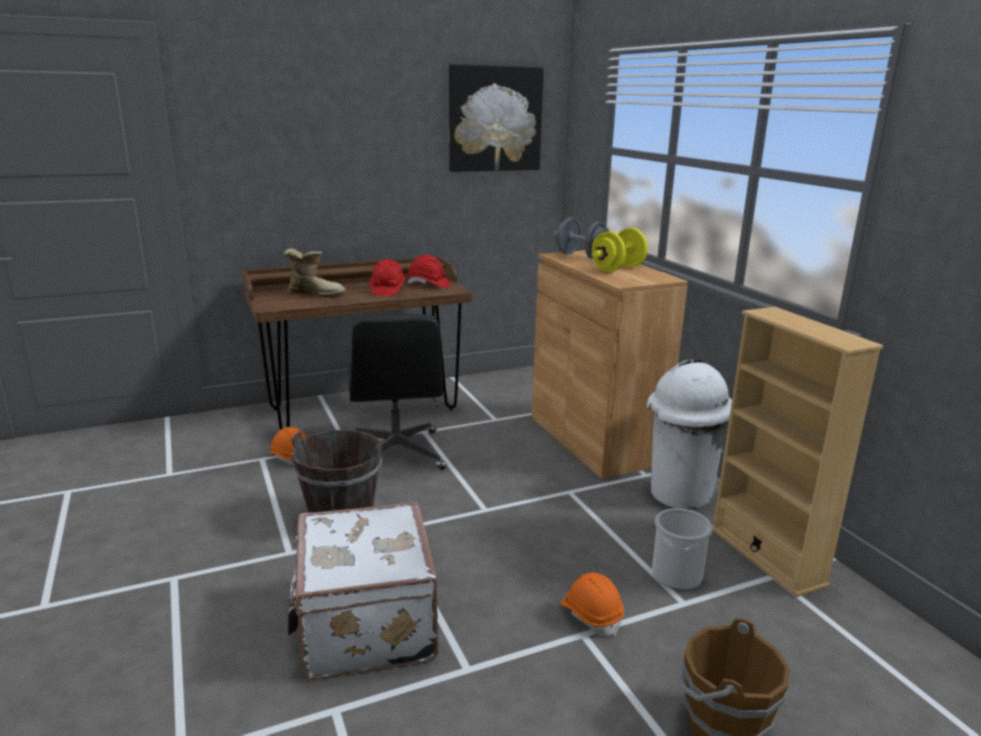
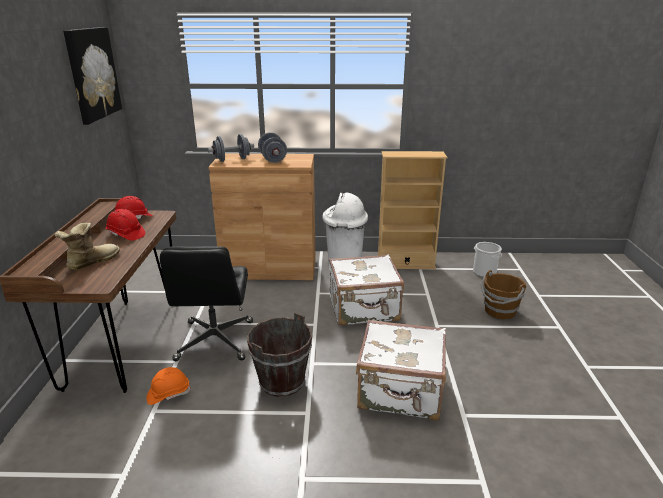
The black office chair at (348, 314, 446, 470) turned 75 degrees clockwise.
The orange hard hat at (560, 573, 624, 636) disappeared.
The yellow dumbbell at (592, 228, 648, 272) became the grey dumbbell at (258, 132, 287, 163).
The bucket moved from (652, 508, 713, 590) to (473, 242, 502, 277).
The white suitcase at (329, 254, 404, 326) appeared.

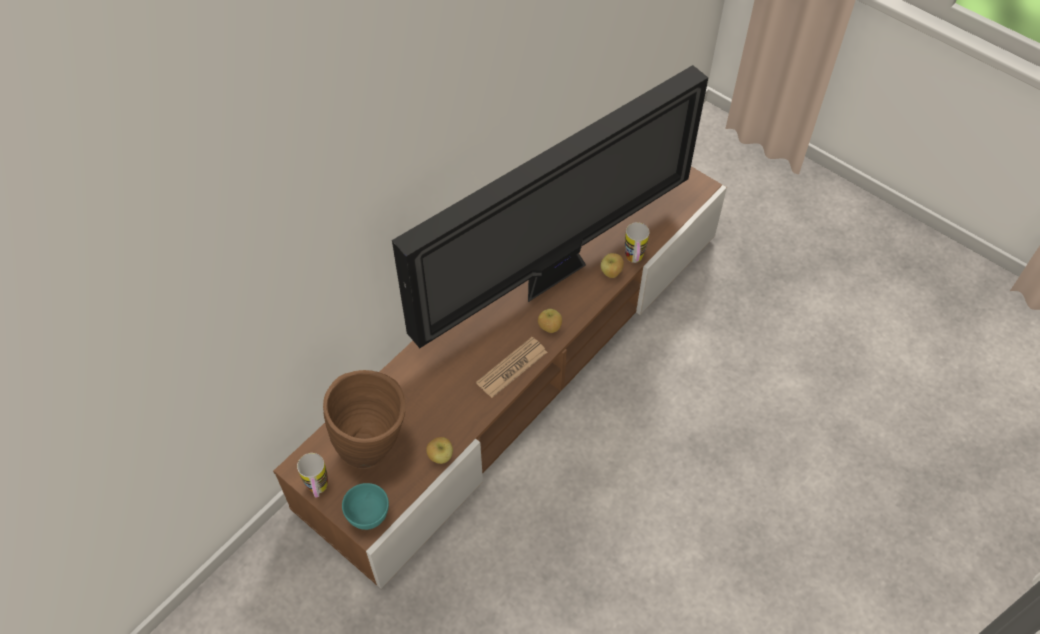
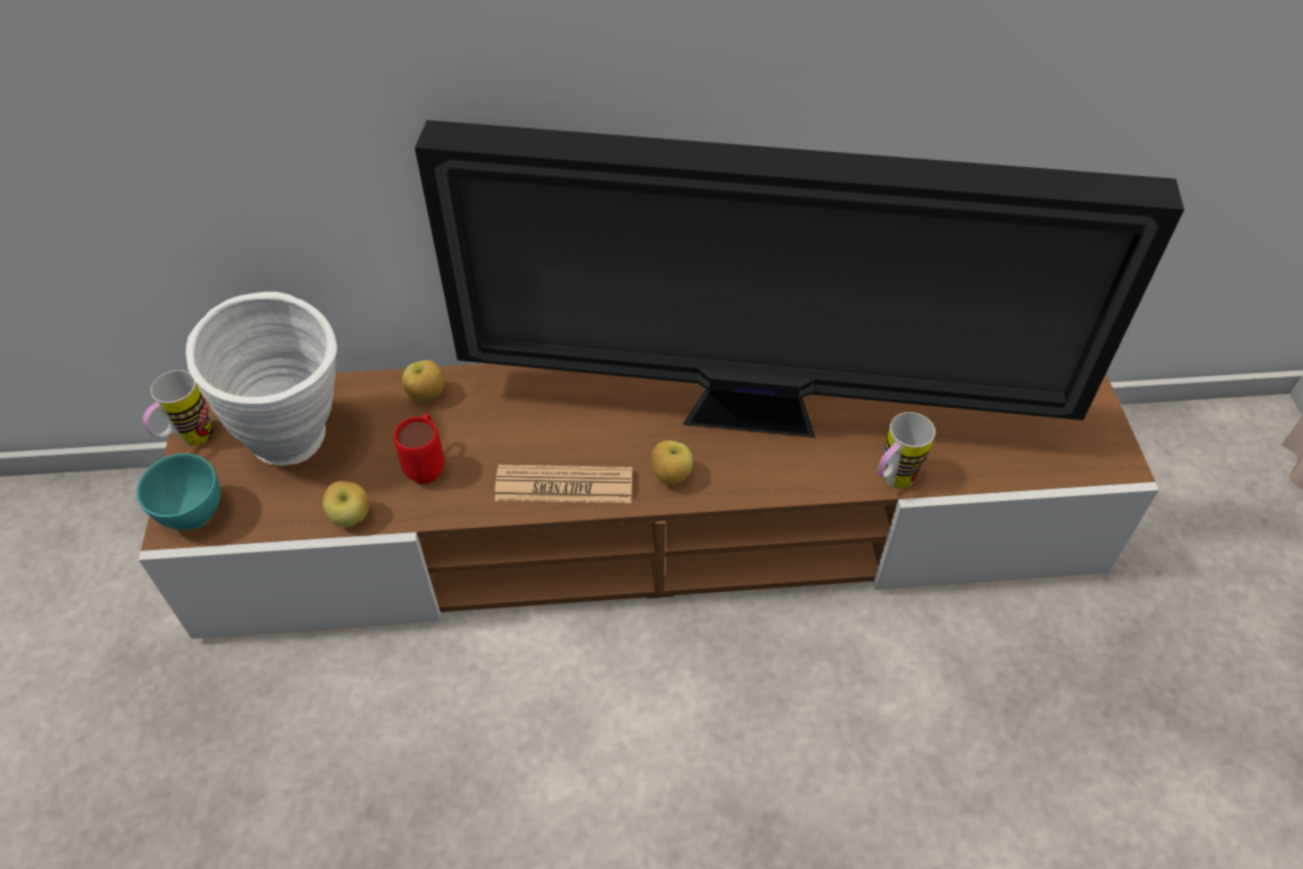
The brown vase at (323, 370, 406, 469) became the white vase at (186, 292, 337, 466).
The apple moved from (601, 253, 624, 278) to (402, 360, 444, 402).
The red mug at (394, 414, 445, 484) appeared.

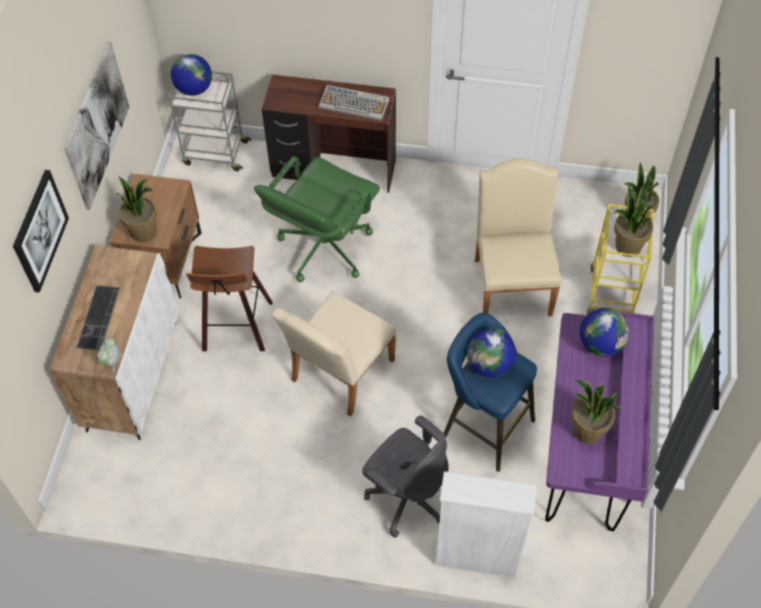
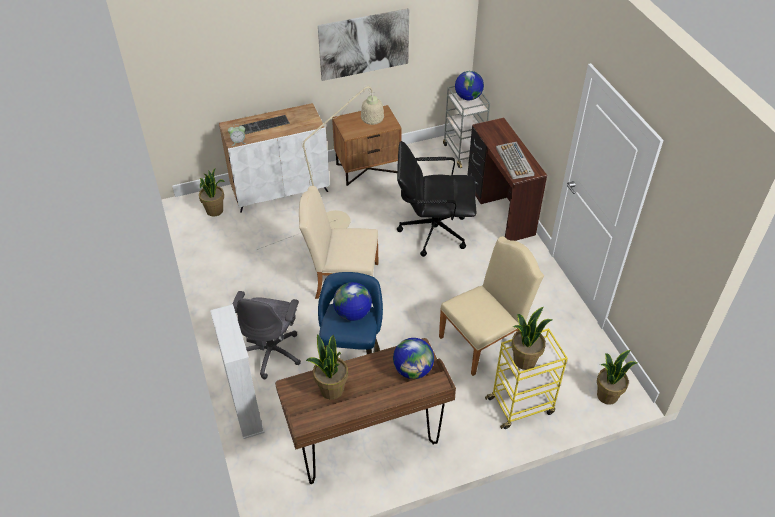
The picture at (13, 170, 69, 293) disappeared.
The potted plant moved from (115, 177, 157, 242) to (199, 168, 225, 217).
The stool at (186, 246, 273, 351) was replaced by the beige floor lamp at (256, 85, 384, 250).
The green office chair at (254, 156, 380, 282) became the black office chair at (397, 141, 476, 257).
The purple desk at (545, 311, 655, 531) became the brown desk at (275, 338, 456, 484).

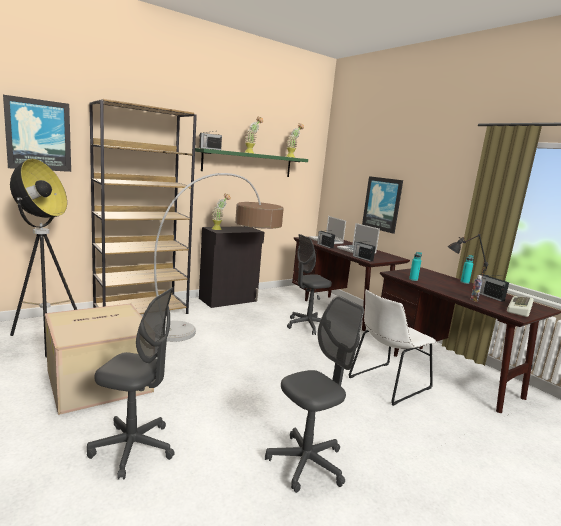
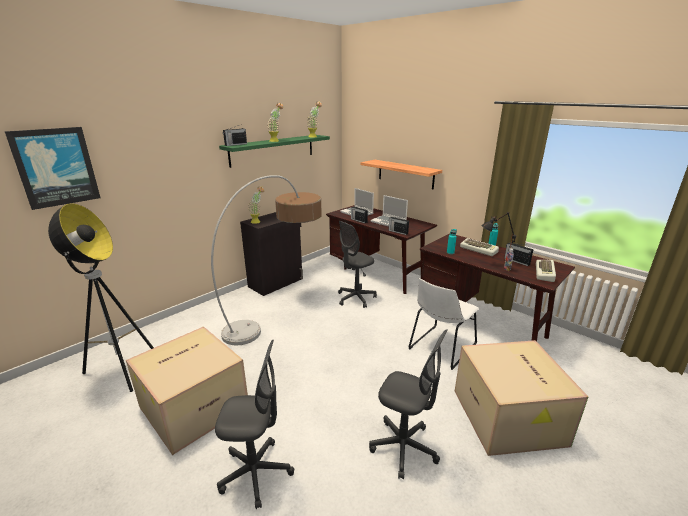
The brown bookcase at (89, 99, 197, 314) disappeared.
The grey office chair at (265, 296, 364, 493) turned 75 degrees clockwise.
The picture at (362, 176, 403, 234) was replaced by the shelf at (361, 160, 442, 189).
The cardboard box at (455, 340, 588, 456) appeared.
The keyboard at (460, 238, 499, 256) appeared.

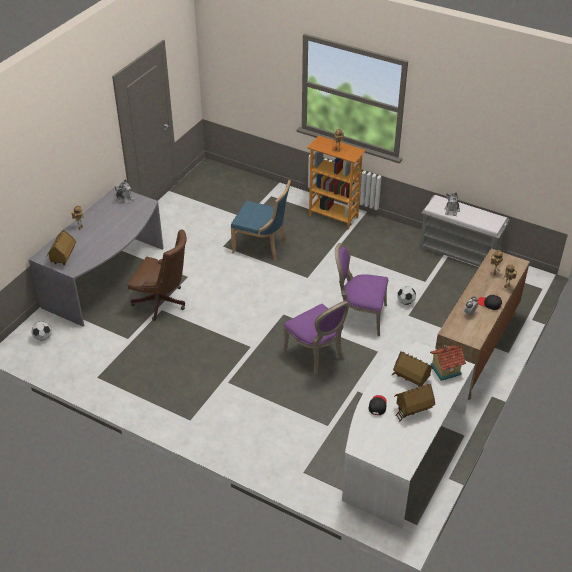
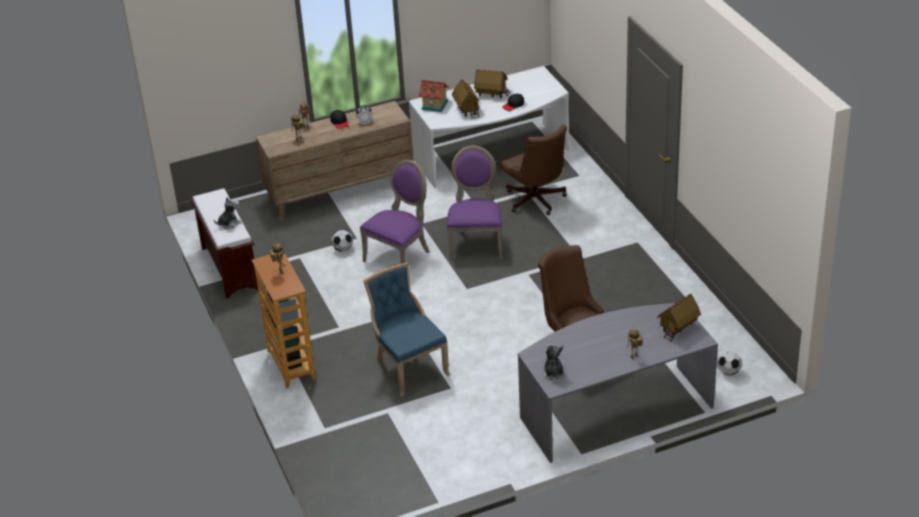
The purple chair at (335, 243, 388, 336) turned 105 degrees counterclockwise.
The grey bench at (419, 195, 510, 267) became the brown bench at (191, 188, 258, 298).
The brown office chair at (500, 124, 567, 215) appeared.

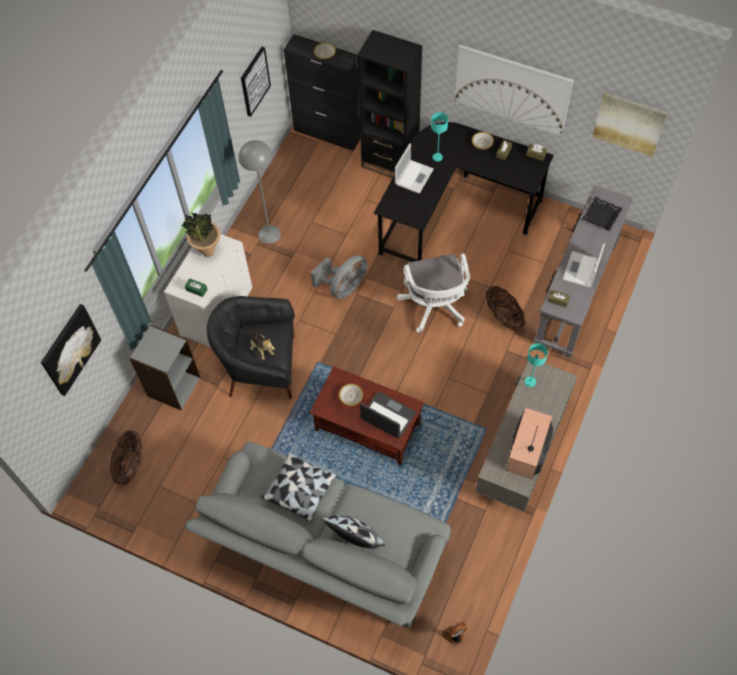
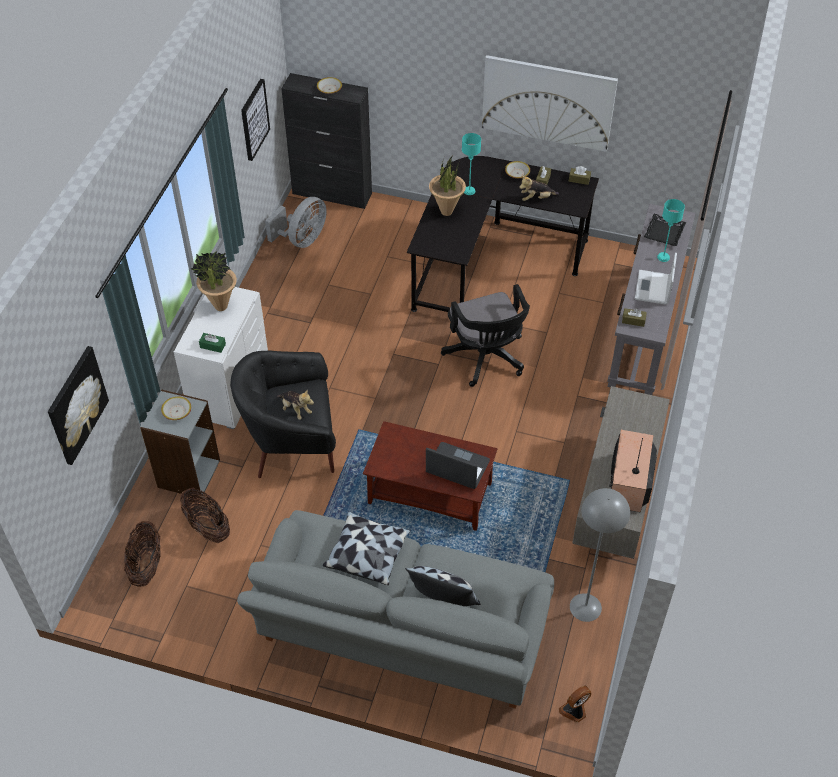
The grey floor lamp moved from (239, 140, 281, 244) to (570, 488, 630, 622).
The grey fan moved from (311, 255, 368, 299) to (265, 197, 327, 248).
The bowl moved from (339, 384, 363, 406) to (161, 396, 191, 420).
The black bookcase at (357, 30, 422, 178) disappeared.
The laptop at (395, 143, 434, 194) was replaced by the potted plant at (429, 154, 466, 216).
The white office chair at (397, 253, 470, 333) became the black office chair at (441, 284, 530, 387).
The basket moved from (486, 286, 526, 331) to (180, 488, 230, 543).
The turquoise table lamp moved from (525, 343, 548, 387) to (657, 199, 685, 262).
The picture at (592, 92, 668, 156) disappeared.
The plush toy at (519, 176, 559, 201) appeared.

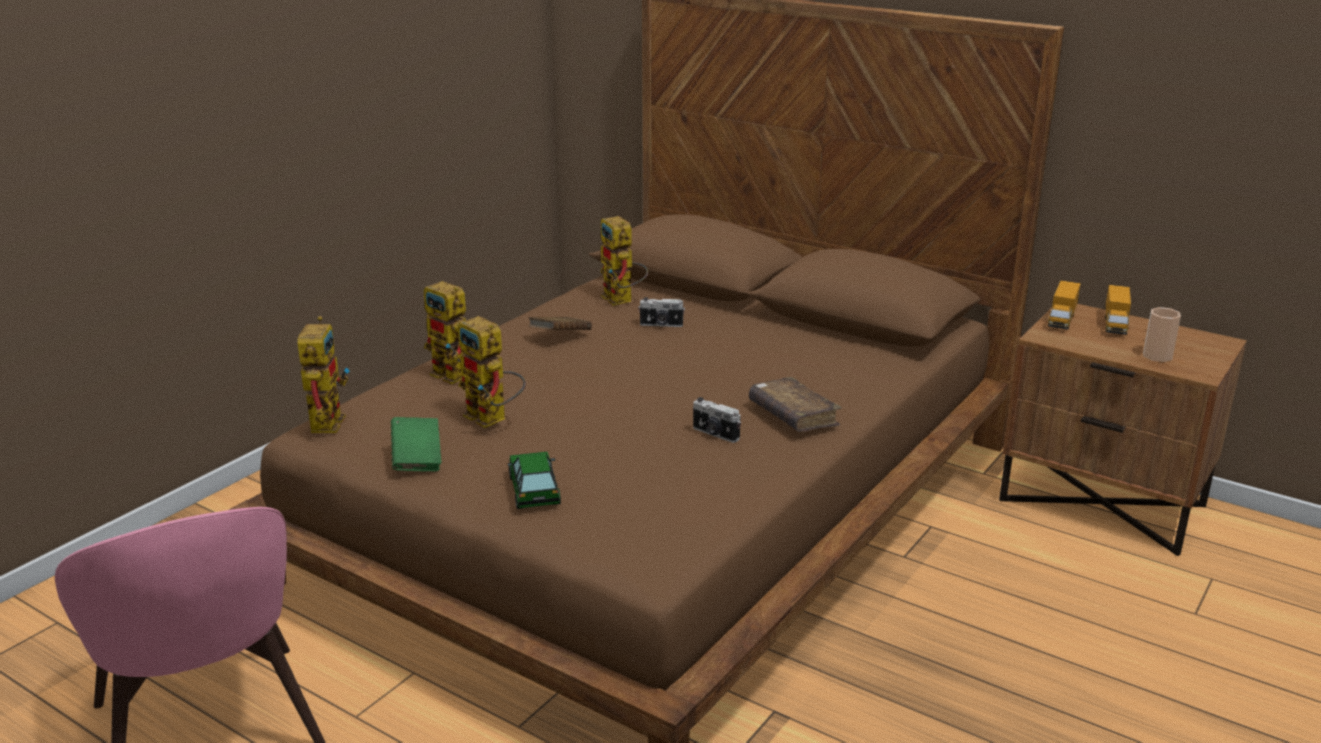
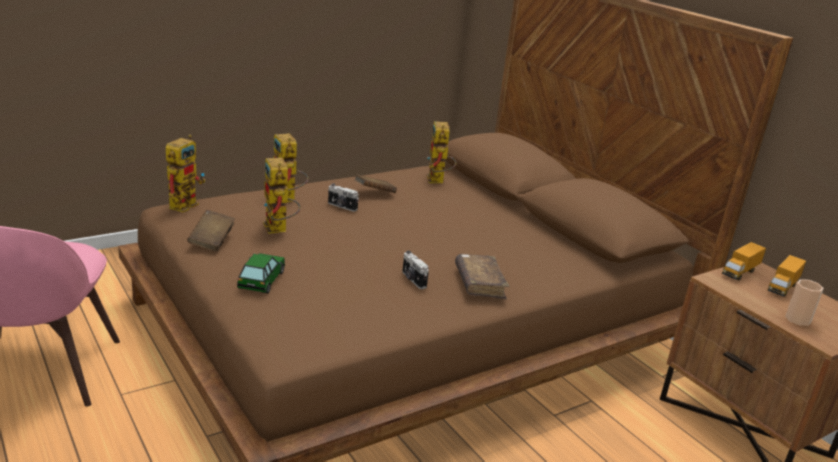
The green book at (391, 417, 441, 472) became the brown book at (187, 210, 235, 251).
The photo camera moved from (638, 297, 685, 327) to (328, 183, 359, 212).

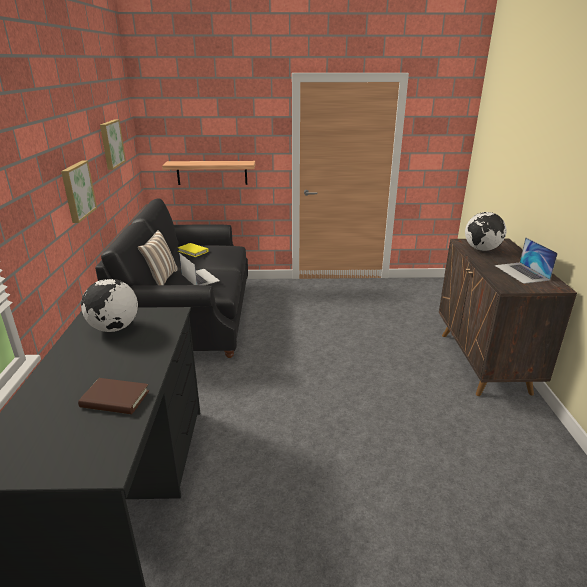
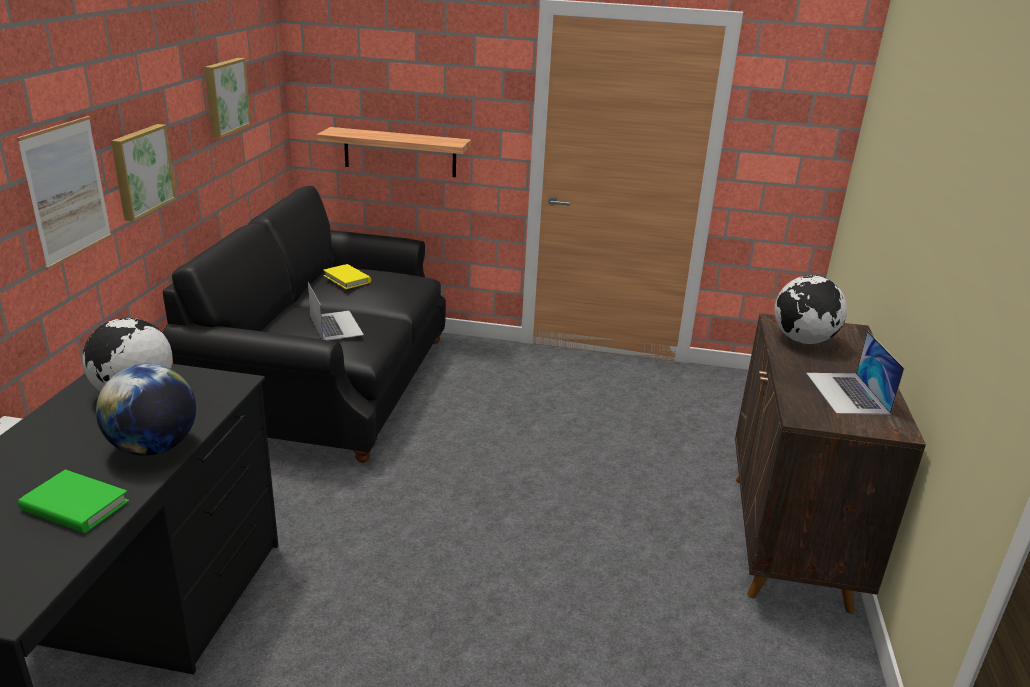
The brown book at (78, 378, 149, 414) became the green book at (18, 470, 129, 533).
The pillow at (138, 230, 178, 285) disappeared.
The picture at (17, 116, 112, 270) appeared.
The globe at (96, 364, 196, 456) appeared.

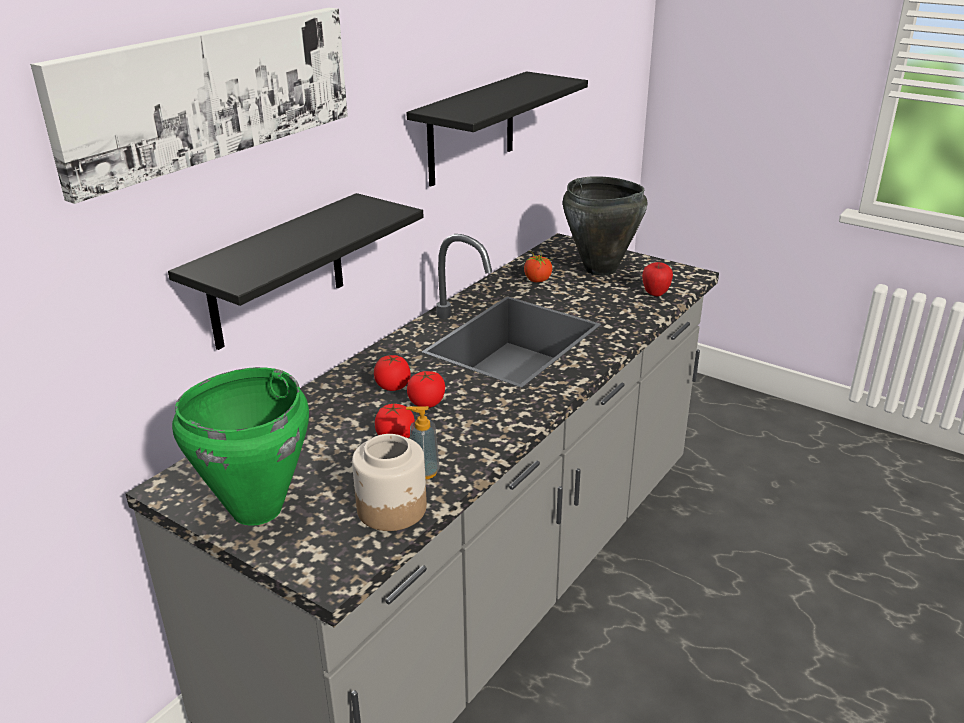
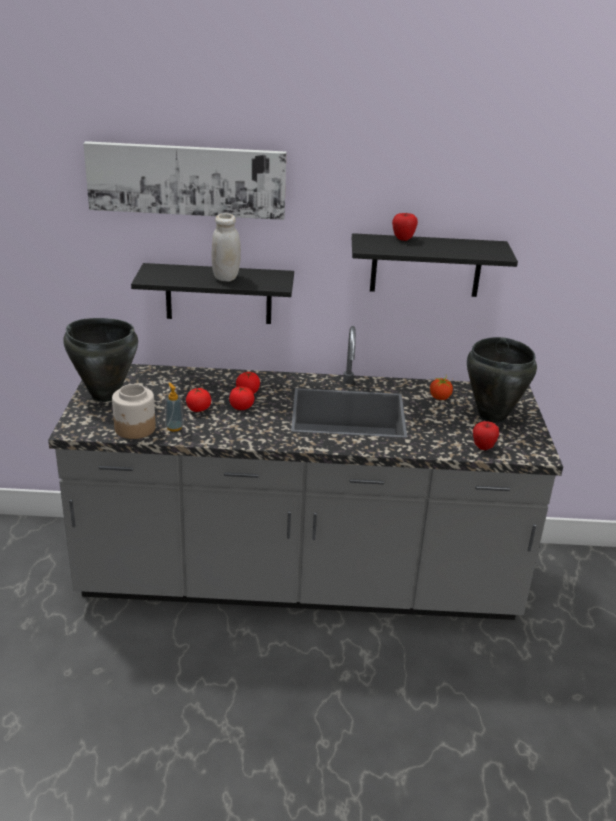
The green cooking pot at (172, 367, 309, 526) became the black cooking pot at (63, 318, 138, 402).
The white jar at (212, 213, 241, 282) appeared.
The apple at (392, 212, 418, 241) appeared.

